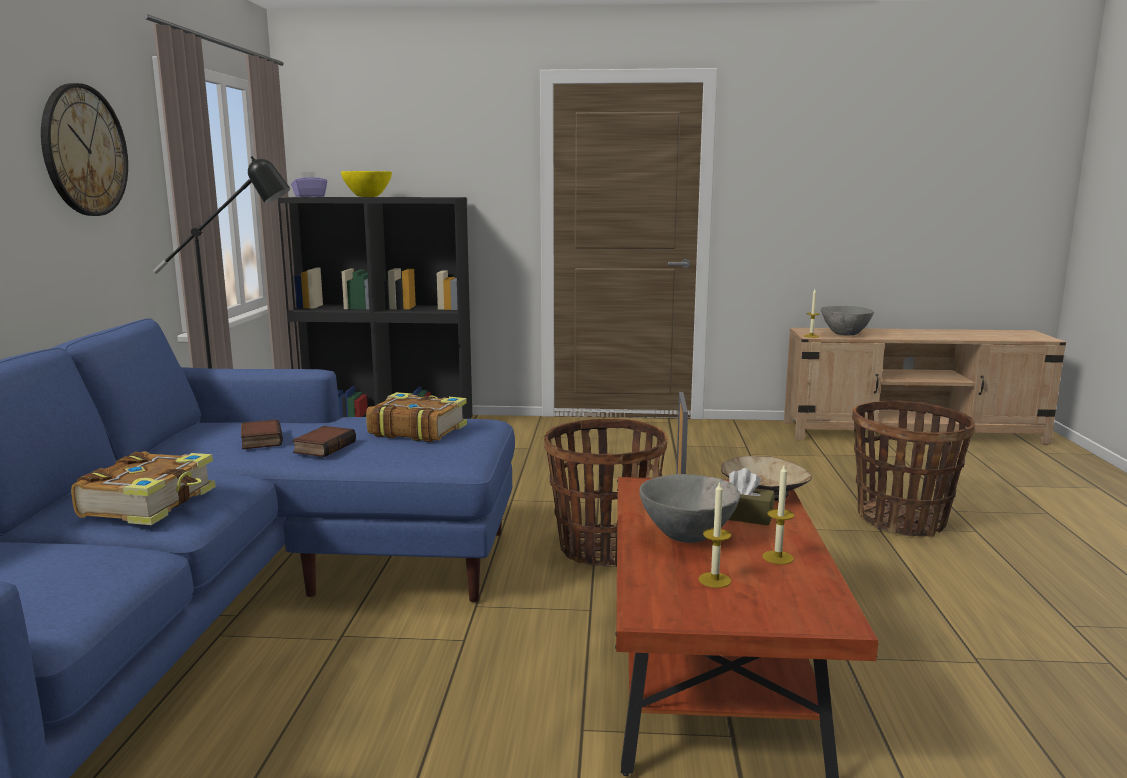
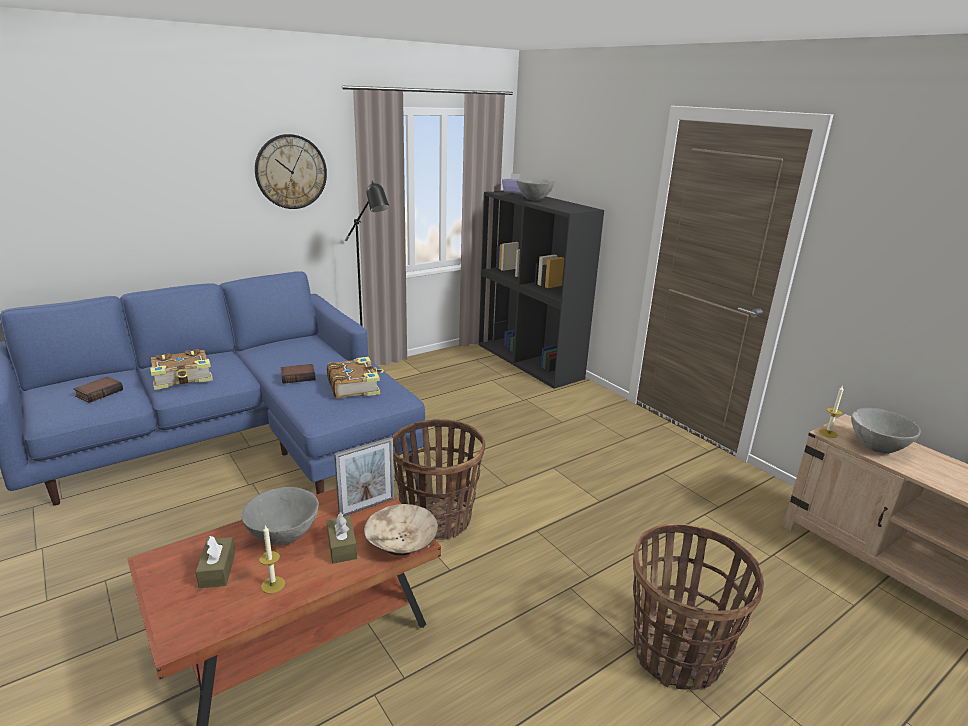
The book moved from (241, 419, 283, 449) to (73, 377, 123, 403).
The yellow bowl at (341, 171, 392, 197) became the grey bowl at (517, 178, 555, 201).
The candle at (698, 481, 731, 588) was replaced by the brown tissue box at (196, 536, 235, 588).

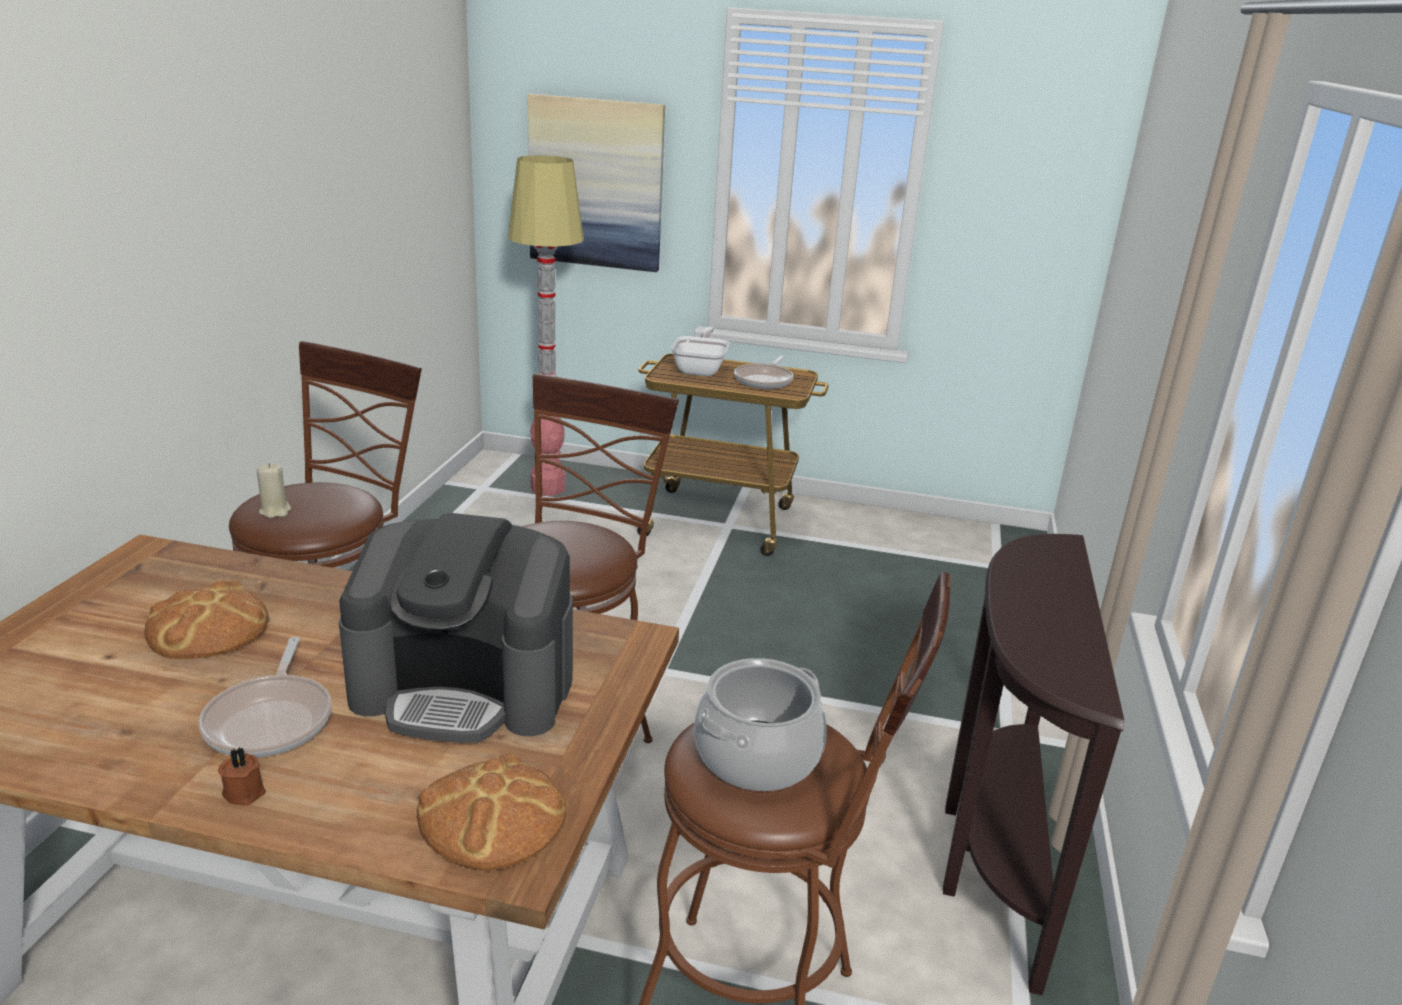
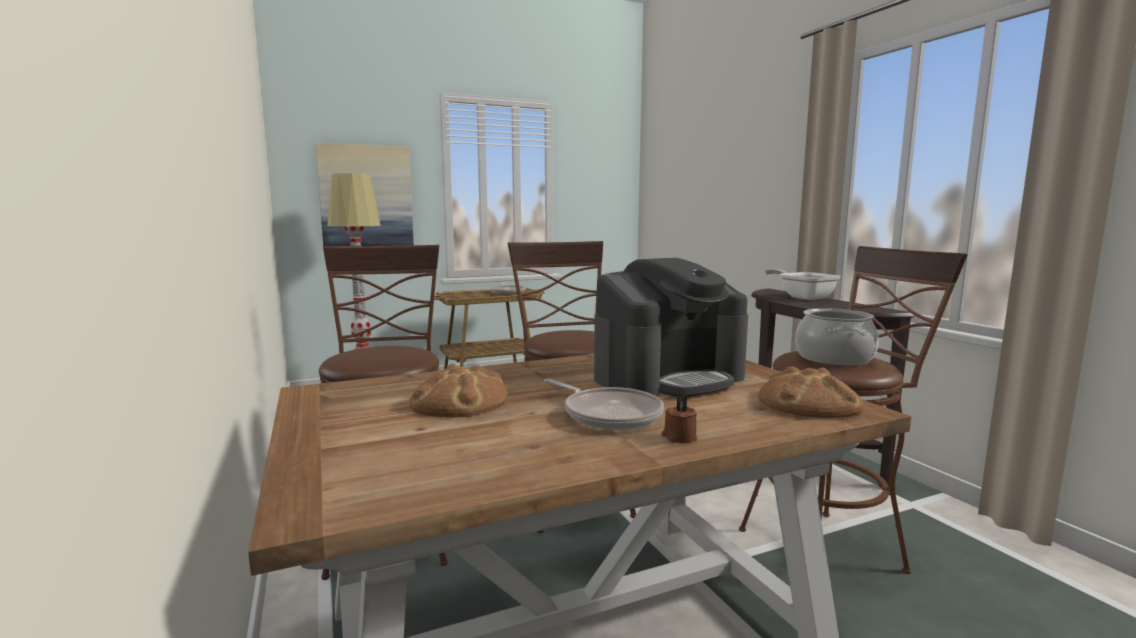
The beige candle at (257, 463, 291, 518) disappeared.
The frying pan moved from (671, 327, 730, 376) to (765, 269, 841, 300).

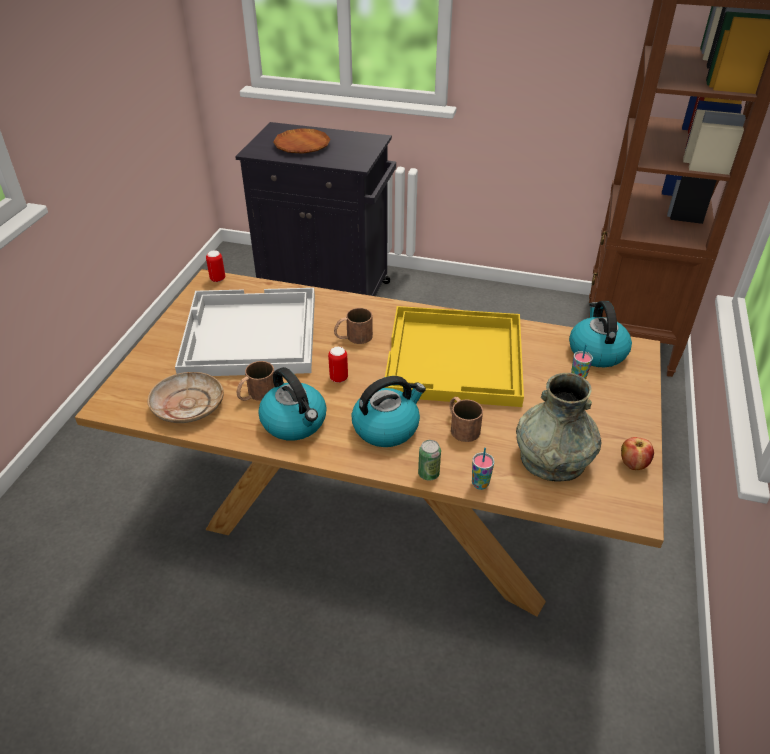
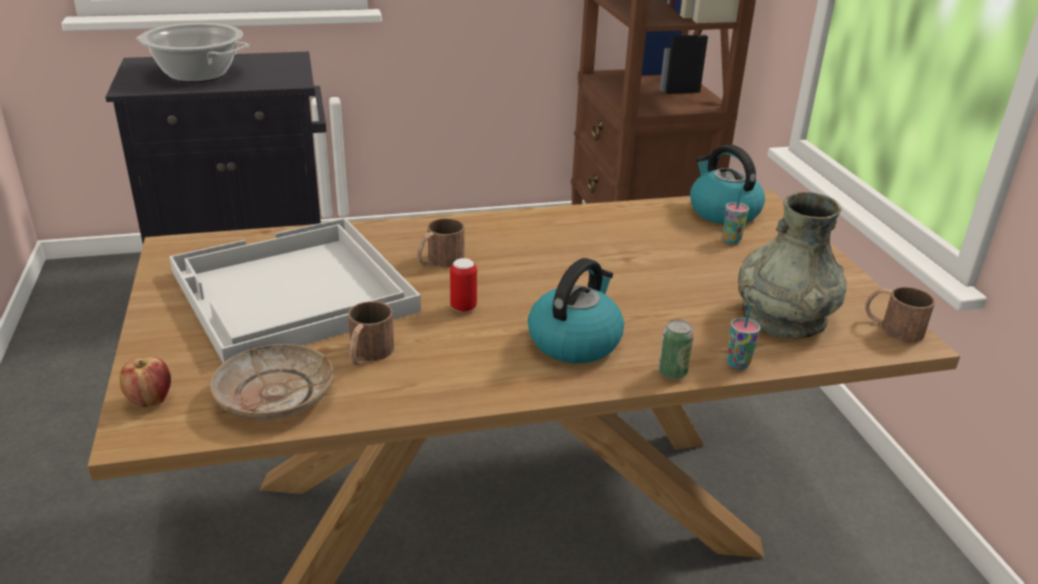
The can at (206, 250, 225, 282) disappeared.
The kettle at (258, 367, 327, 441) disappeared.
The brown plate at (273, 128, 330, 154) was replaced by the cooking pot at (136, 23, 250, 82).
The yellow tray at (385, 306, 524, 407) disappeared.
The brown mug moved from (450, 397, 483, 442) to (865, 287, 935, 343).
The apple moved from (621, 437, 654, 470) to (120, 357, 171, 408).

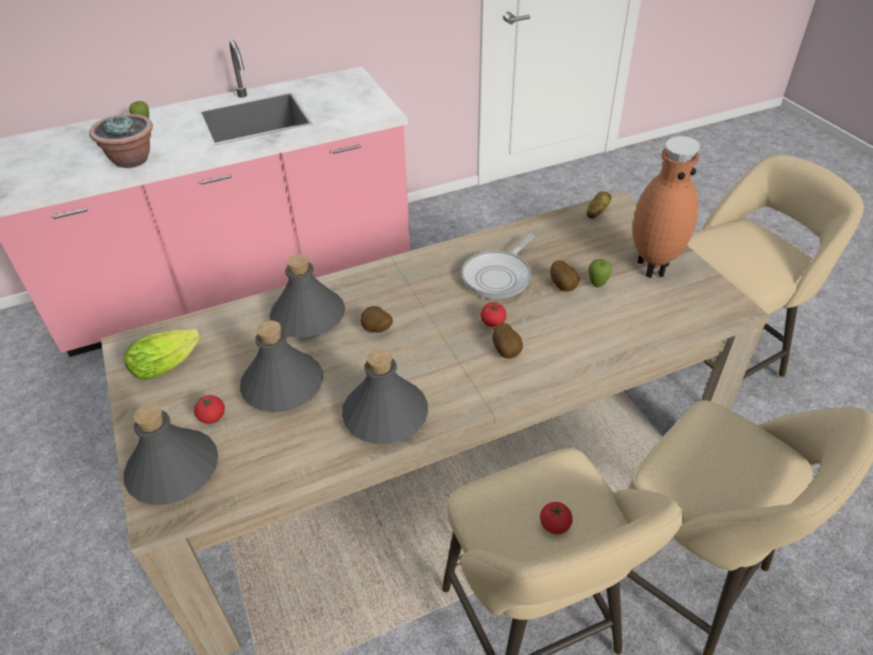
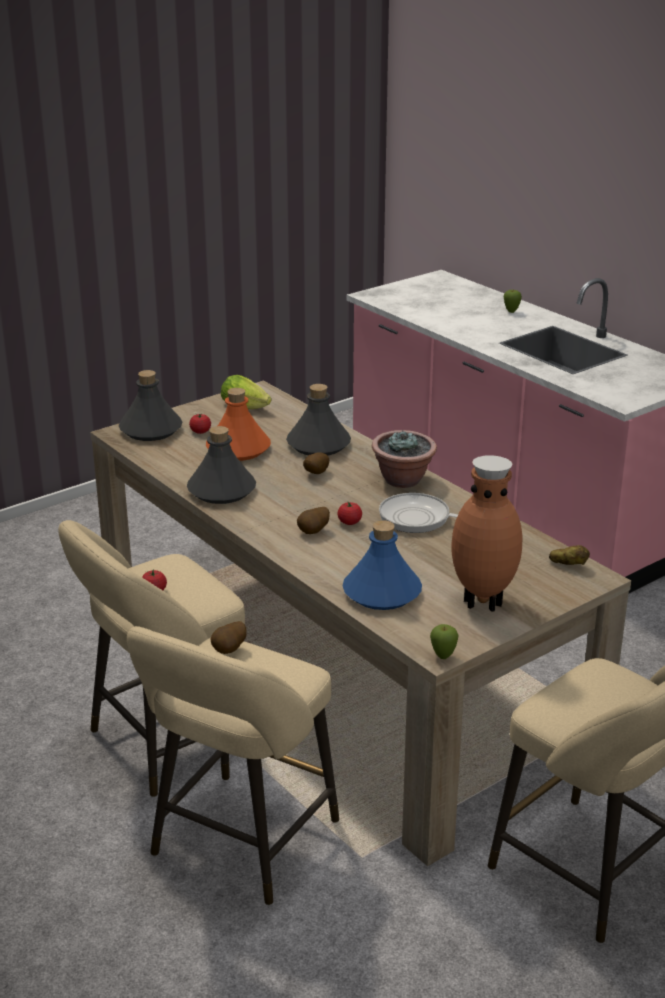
The potted plant moved from (89, 113, 153, 168) to (372, 430, 437, 488).
The grey bottle at (240, 321, 323, 412) became the orange bottle at (206, 388, 271, 461).
The potato moved from (550, 260, 580, 291) to (211, 621, 246, 654).
The apple moved from (588, 259, 612, 288) to (430, 624, 459, 659).
The blue bottle at (343, 520, 422, 610) appeared.

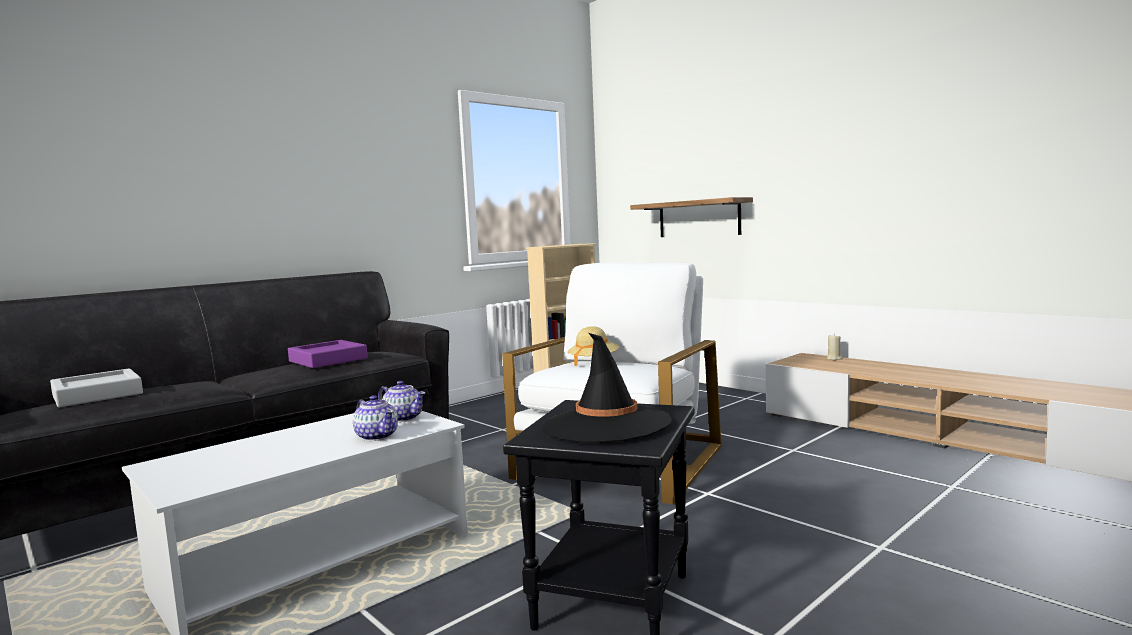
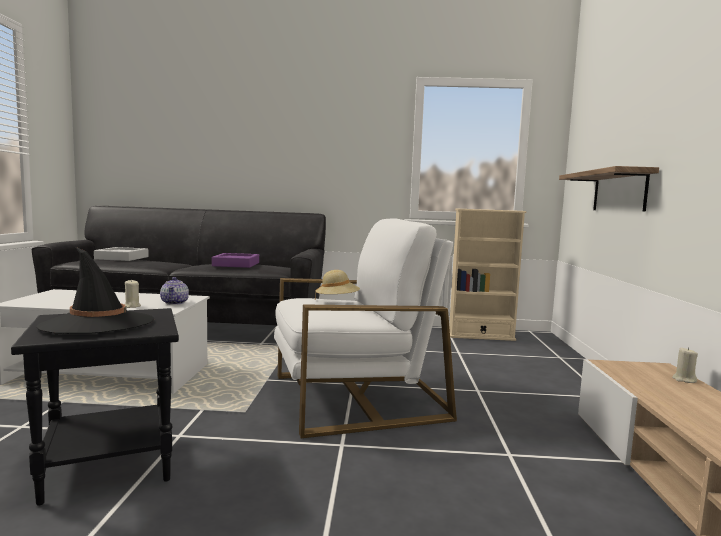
The teapot at (353, 395, 398, 441) was replaced by the beige candle at (124, 279, 141, 308).

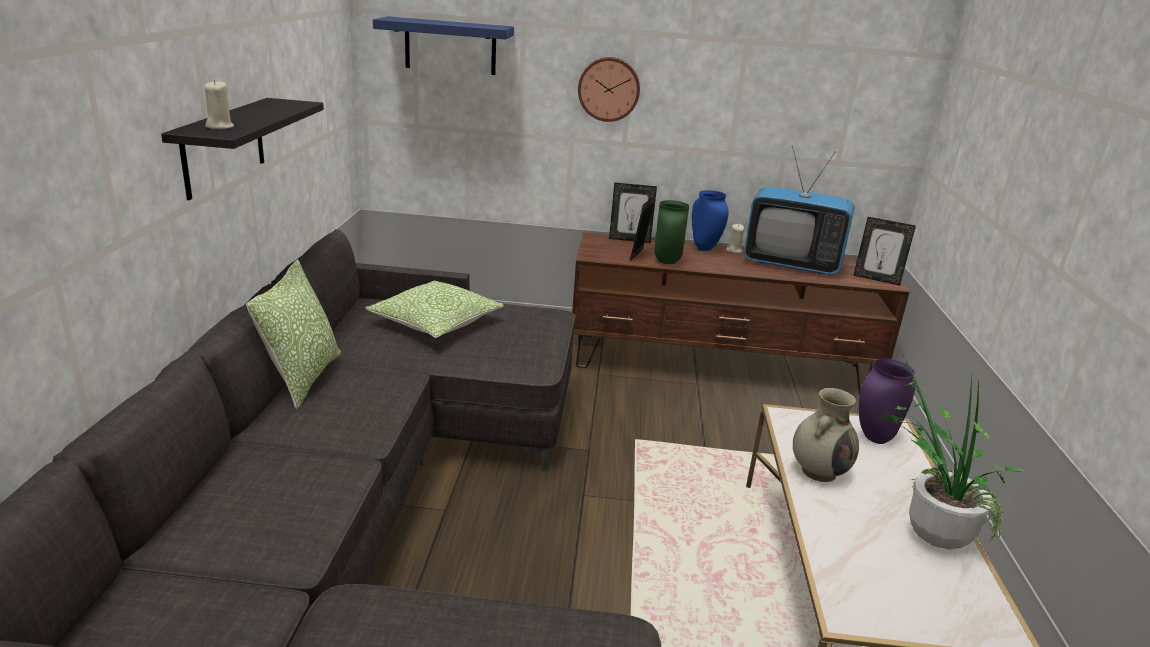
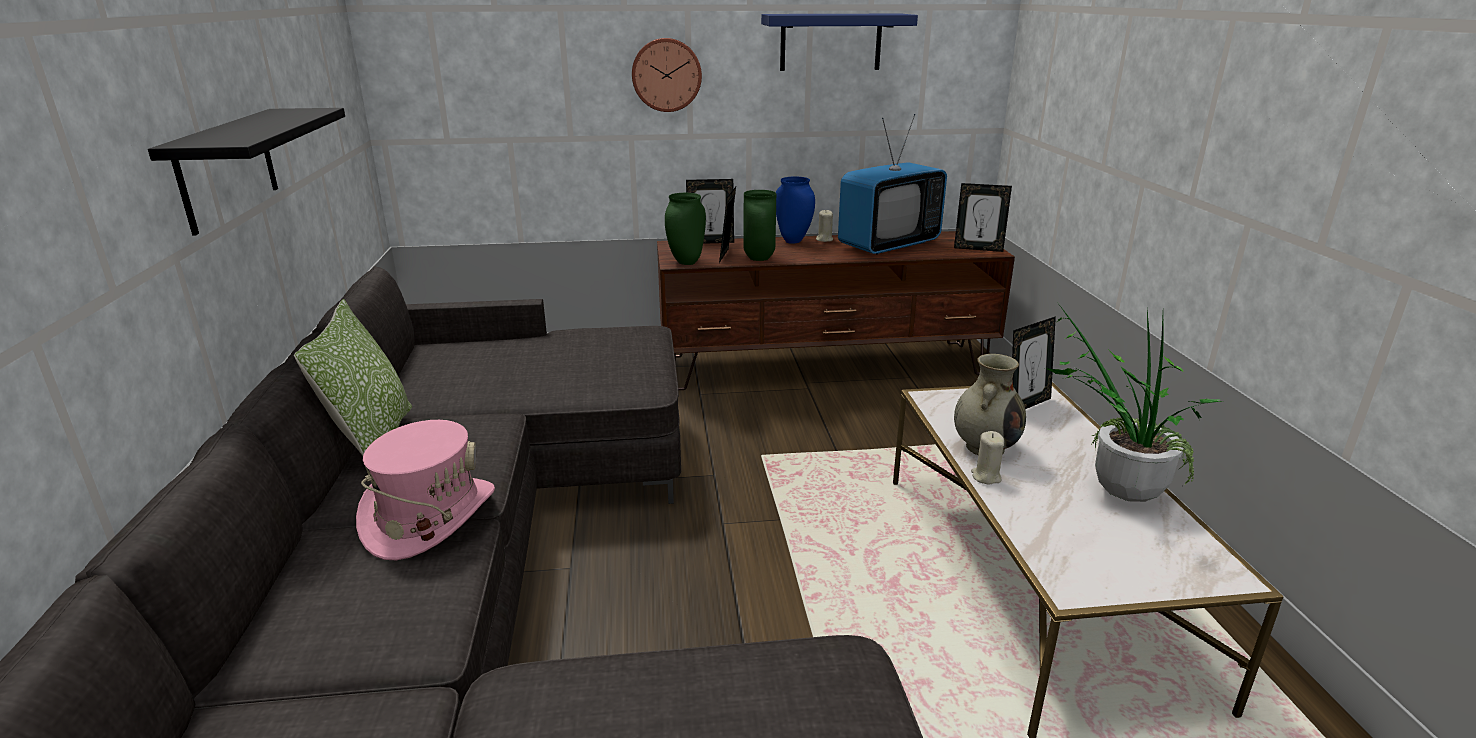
The beige candle moved from (204, 80, 234, 129) to (971, 431, 1004, 485).
The pillow at (365, 281, 504, 338) disappeared.
The blue shelf moved from (373, 16, 514, 75) to (761, 14, 918, 71).
The television at (744, 146, 855, 275) turned 45 degrees counterclockwise.
The purple vase at (859, 359, 915, 444) was replaced by the picture frame at (1012, 316, 1056, 409).
The pink hat at (356, 420, 495, 560) appeared.
The green vase at (665, 193, 706, 265) appeared.

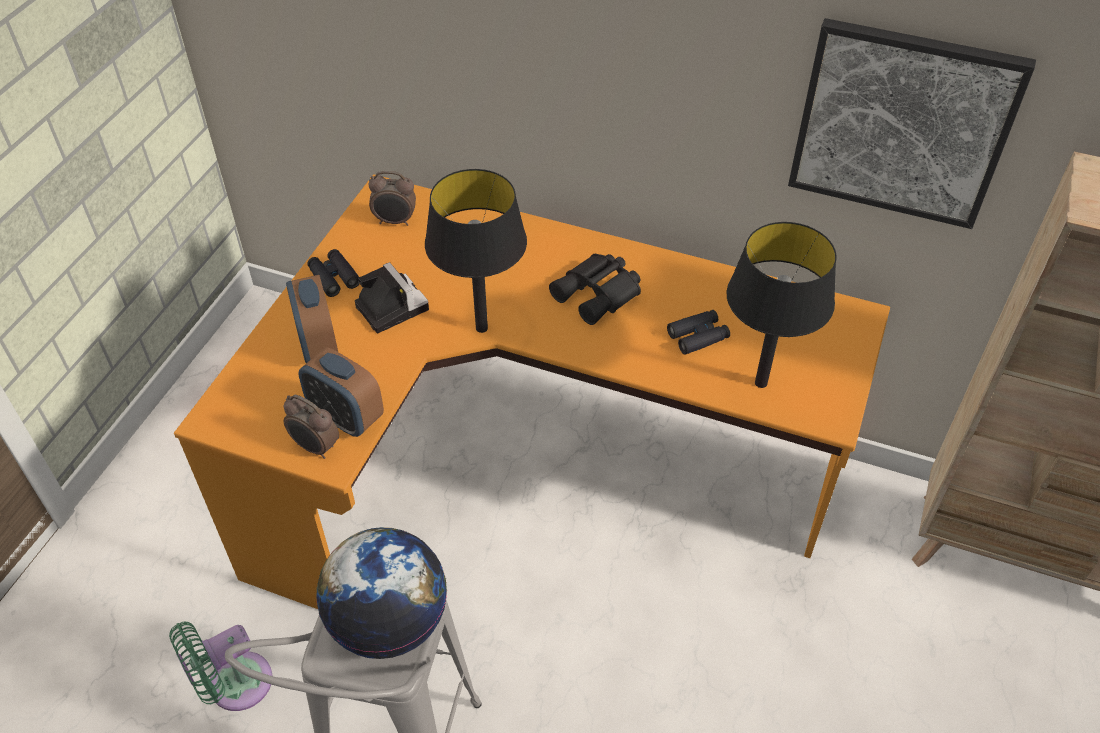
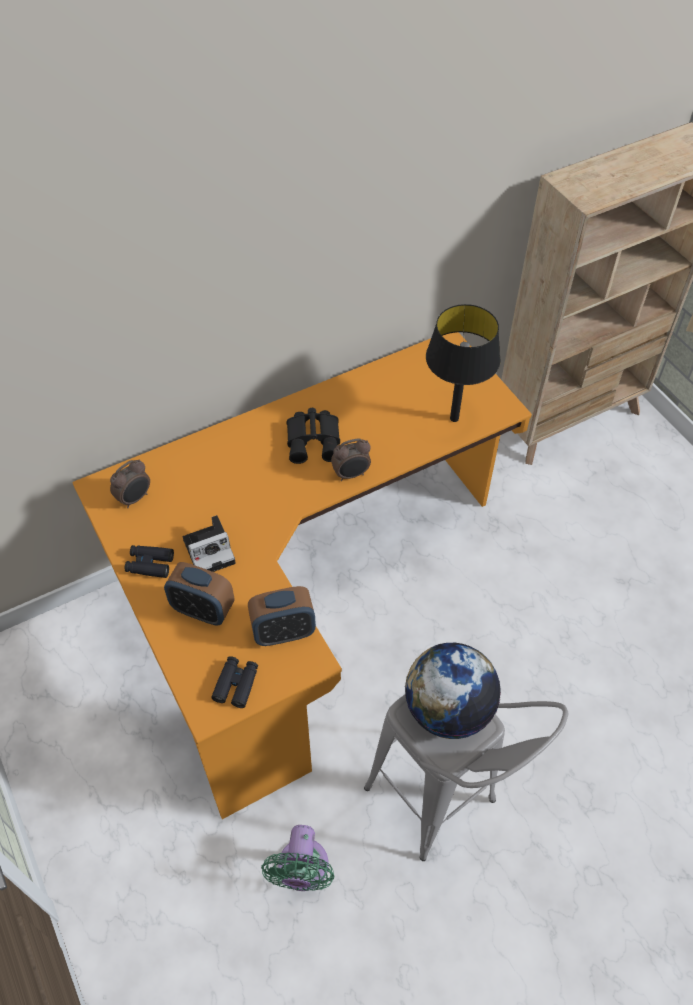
The alarm clock moved from (284, 395, 339, 459) to (331, 438, 371, 481).
The photo camera at (355, 262, 429, 333) turned 150 degrees clockwise.
The black table lamp at (425, 169, 527, 333) disappeared.
The black binoculars moved from (667, 310, 730, 355) to (211, 656, 258, 708).
The picture at (788, 18, 1036, 229) disappeared.

